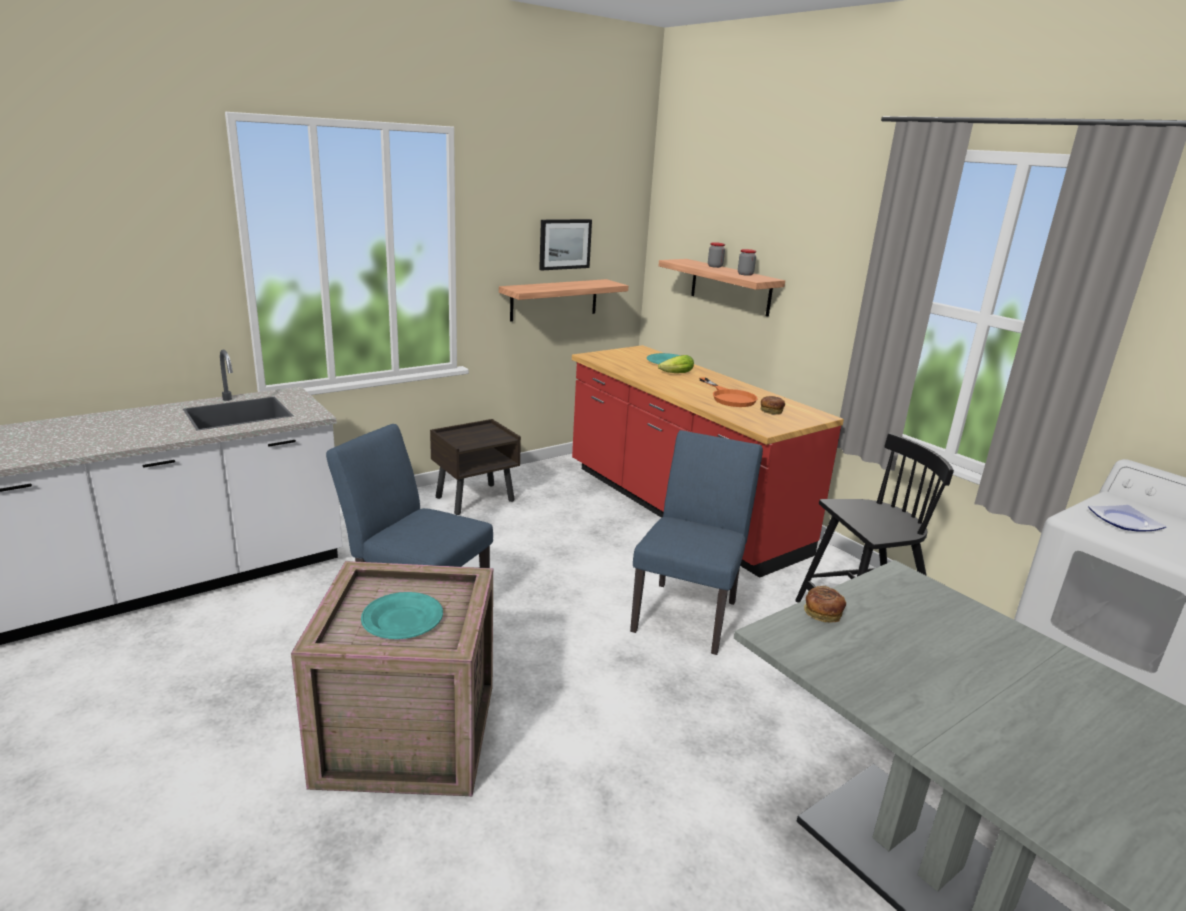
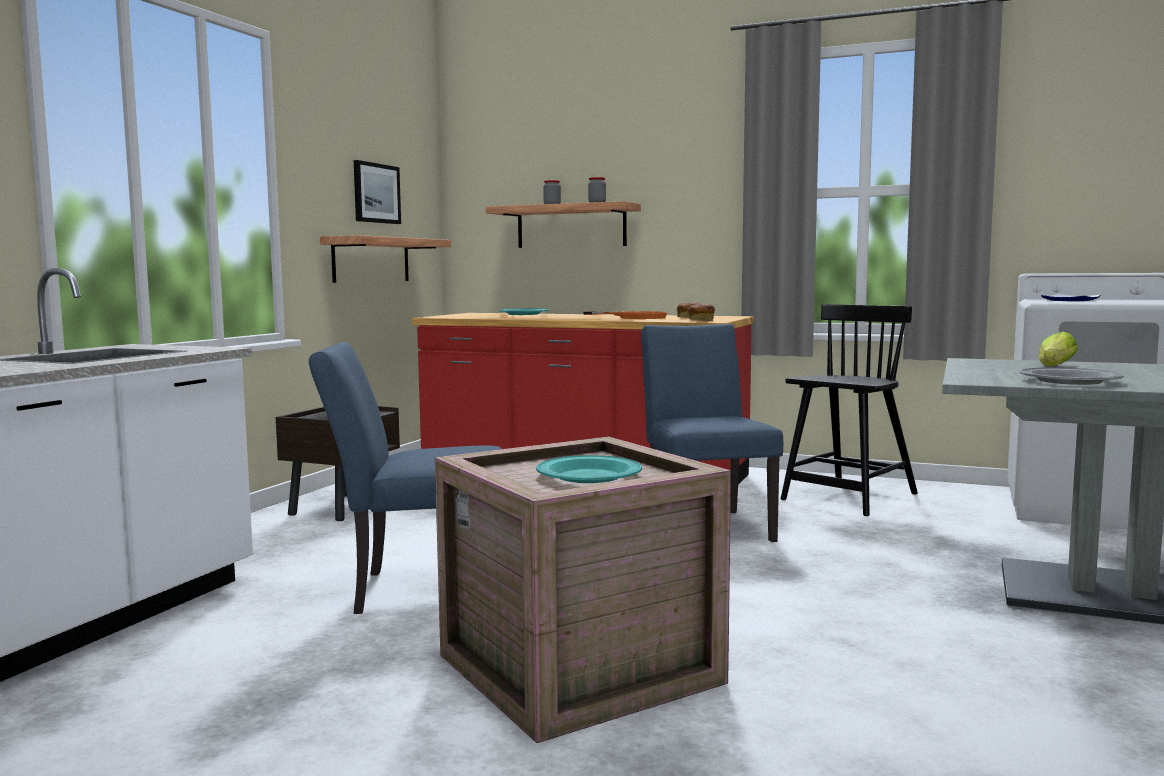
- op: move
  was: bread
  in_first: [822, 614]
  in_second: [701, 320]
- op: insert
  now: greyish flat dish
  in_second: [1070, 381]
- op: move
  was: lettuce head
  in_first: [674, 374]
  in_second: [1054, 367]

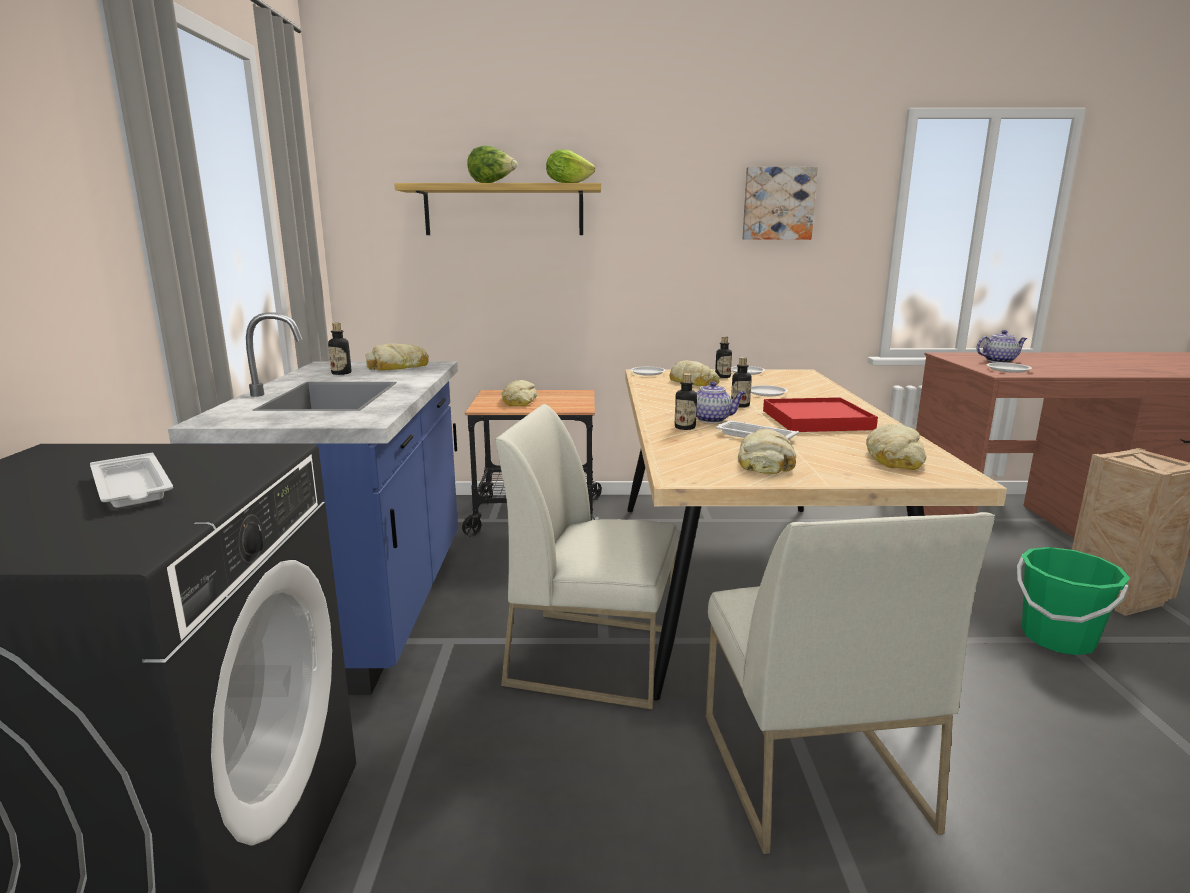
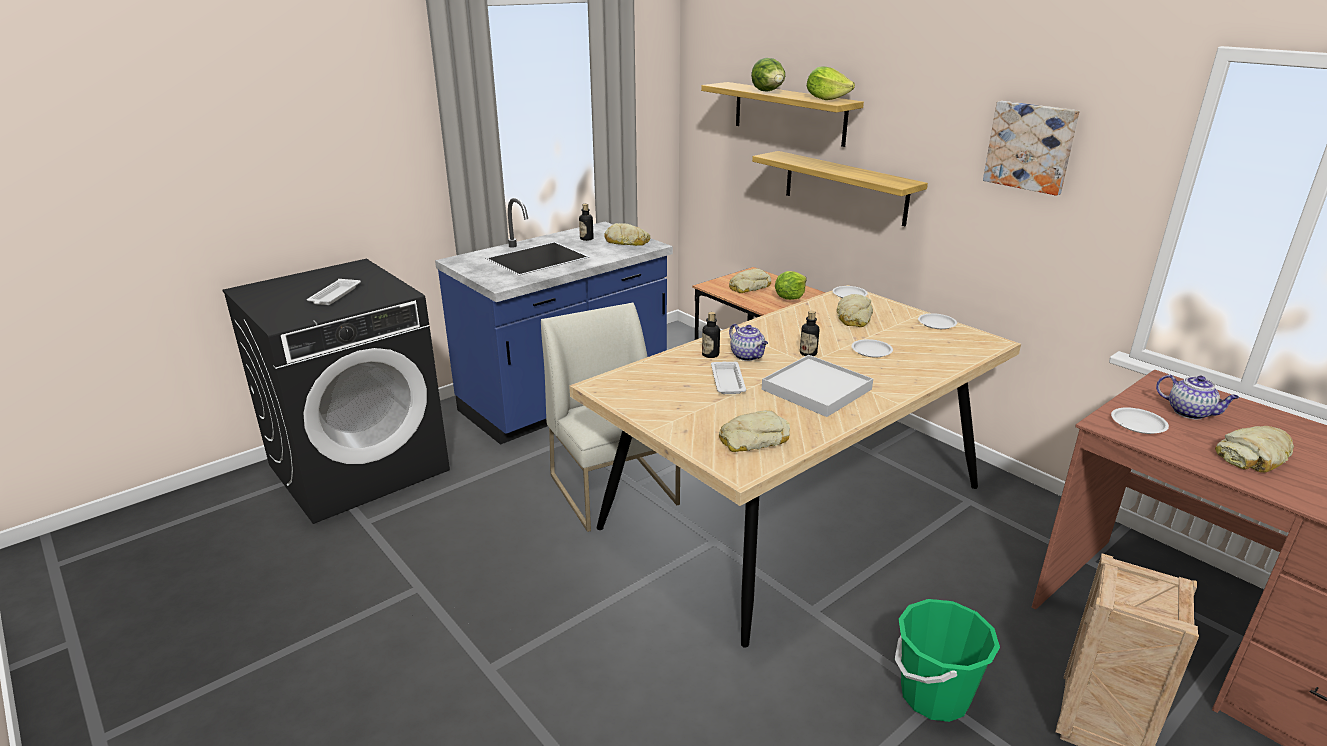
- op: insert
  now: shelf
  in_second: [845, 187]
- op: recolor
  was: reddish carrying tray
  now: white-coloured carrying tray
  in_first: [816, 420]
  in_second: [816, 389]
- op: insert
  now: lettuce head
  in_second: [790, 297]
- op: move
  was: bread
  in_first: [765, 462]
  in_second: [1254, 456]
- op: delete
  was: white-coloured chair
  in_first: [809, 768]
- op: delete
  was: bottle
  in_first: [722, 377]

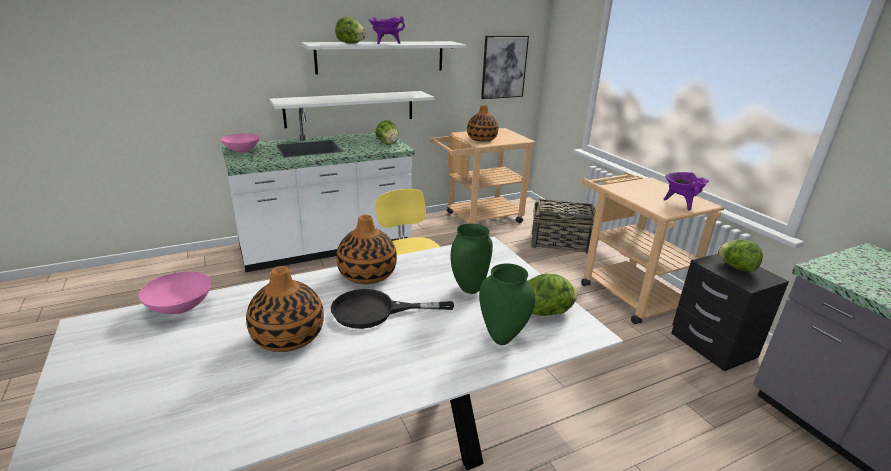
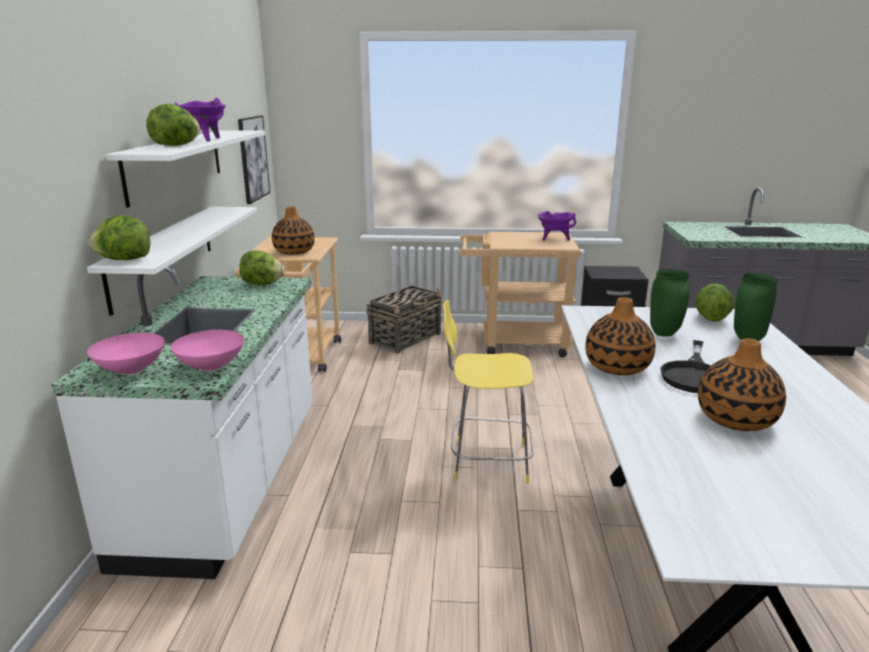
- op: move
  was: lettuce head
  in_first: [736, 267]
  in_second: [124, 260]
- op: move
  was: pink serving bowl
  in_first: [179, 308]
  in_second: [211, 366]

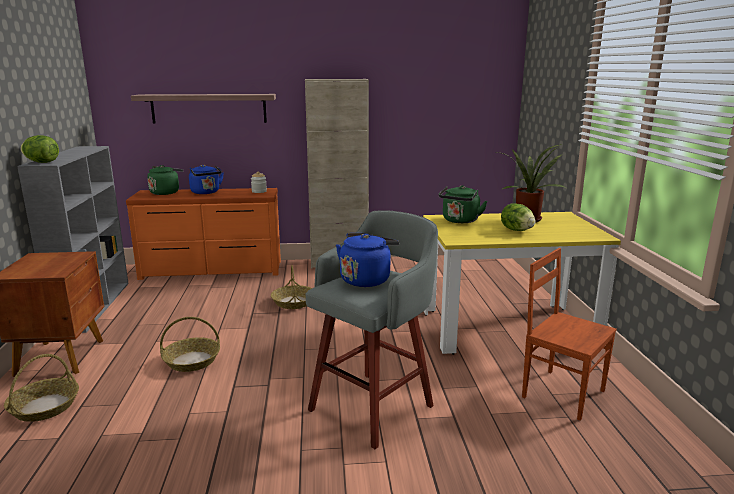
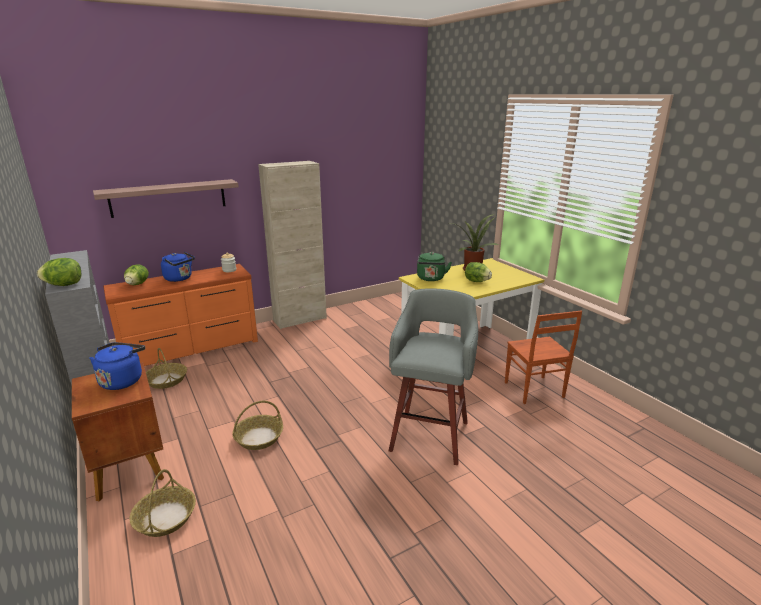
- op: move
  was: blue-coloured water kettle
  in_first: [366, 279]
  in_second: [122, 380]
- op: replace
  was: green-coloured water kettle
  now: lettuce head
  in_first: [166, 192]
  in_second: [137, 284]
- op: move
  was: storage basket
  in_first: [294, 302]
  in_second: [166, 380]
- op: rotate
  was: brown-coloured chair
  in_first: [562, 393]
  in_second: [533, 390]
  clockwise: -120

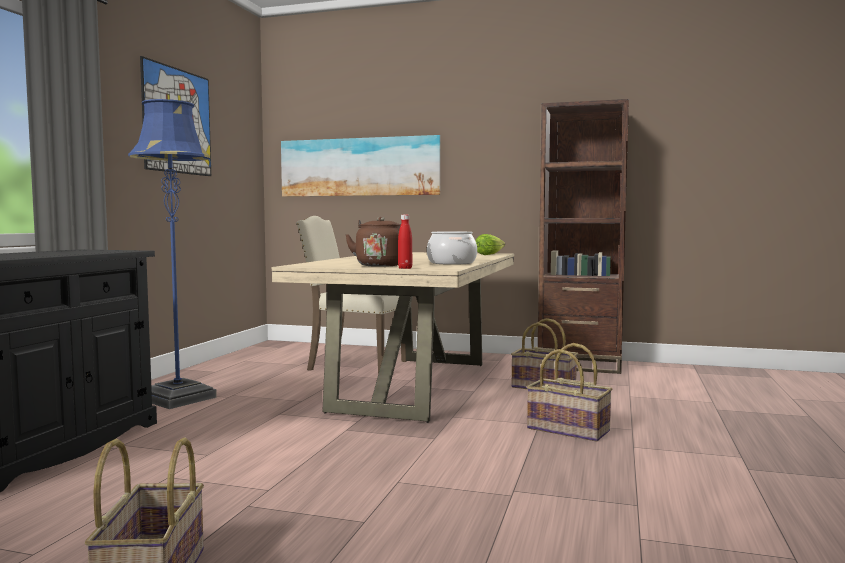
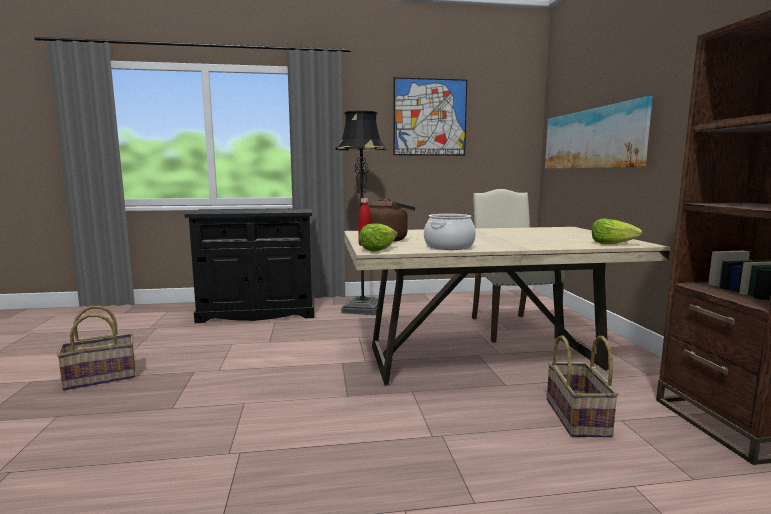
- op: recolor
  was: blue-coloured floor lamp
  now: black floor lamp
  in_first: [178, 398]
  in_second: [362, 309]
- op: insert
  now: lettuce head
  in_second: [378, 249]
- op: delete
  was: storage basket
  in_first: [569, 429]

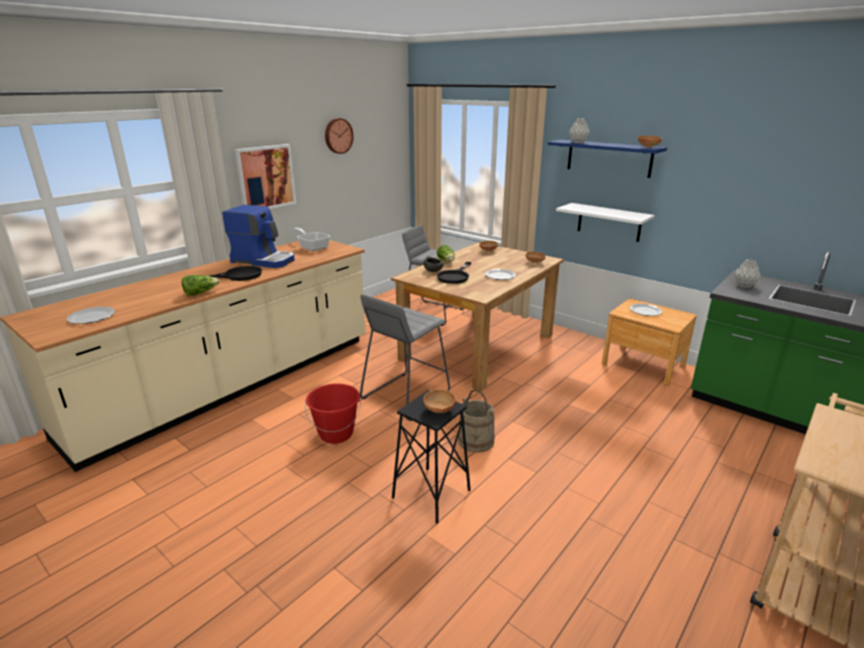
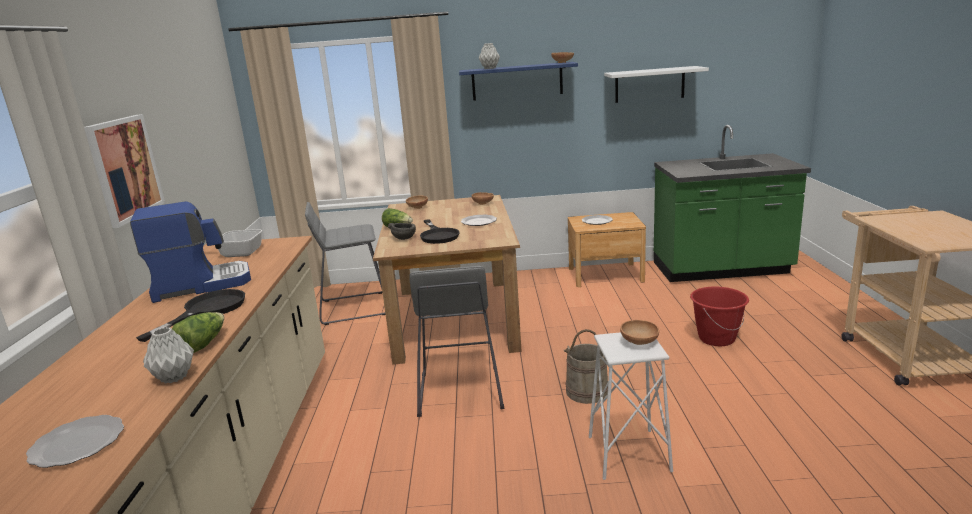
- op: move
  was: greyish decorative vase
  in_first: [743, 285]
  in_second: [173, 377]
- op: recolor
  was: black stool
  now: white-coloured stool
  in_first: [431, 494]
  in_second: [628, 454]
- op: move
  was: white-coloured shelf
  in_first: [609, 222]
  in_second: [649, 84]
- op: move
  was: reddish water bucket
  in_first: [336, 434]
  in_second: [716, 338]
- op: delete
  was: wall clock
  in_first: [338, 136]

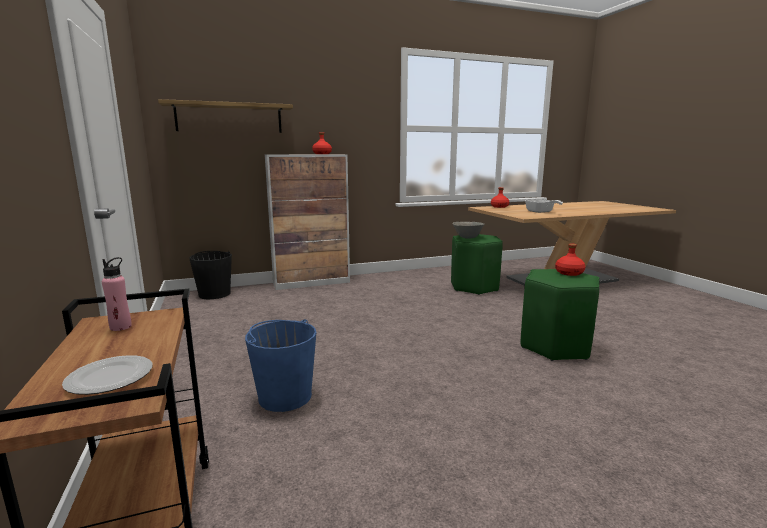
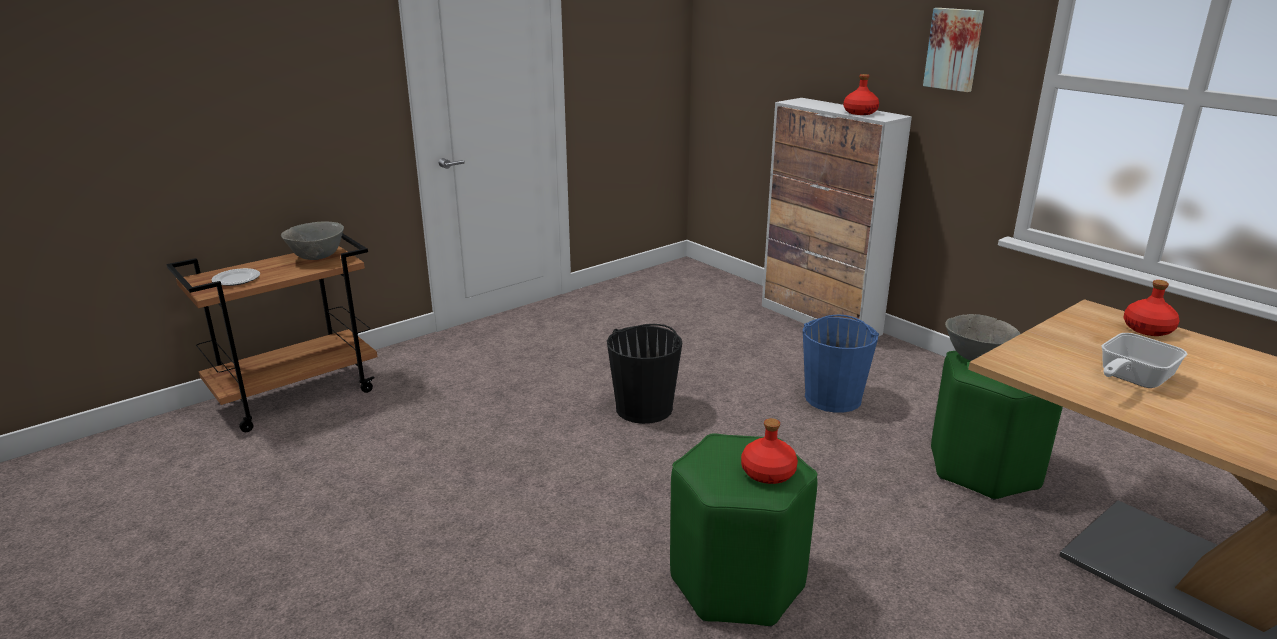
- op: replace
  was: pink bottle
  now: greyish serving bowl
  in_first: [121, 327]
  in_second: [317, 257]
- op: move
  was: black water bucket
  in_first: [214, 294]
  in_second: [644, 408]
- op: move
  was: blue-coloured water bucket
  in_first: [285, 396]
  in_second: [833, 398]
- op: insert
  now: picture
  in_second: [954, 49]
- op: delete
  was: shelf
  in_first: [229, 118]

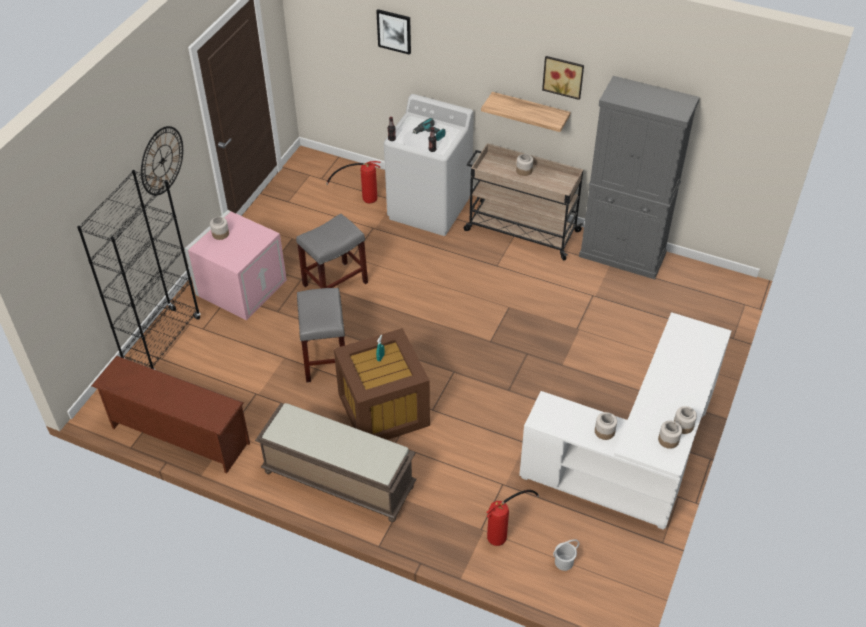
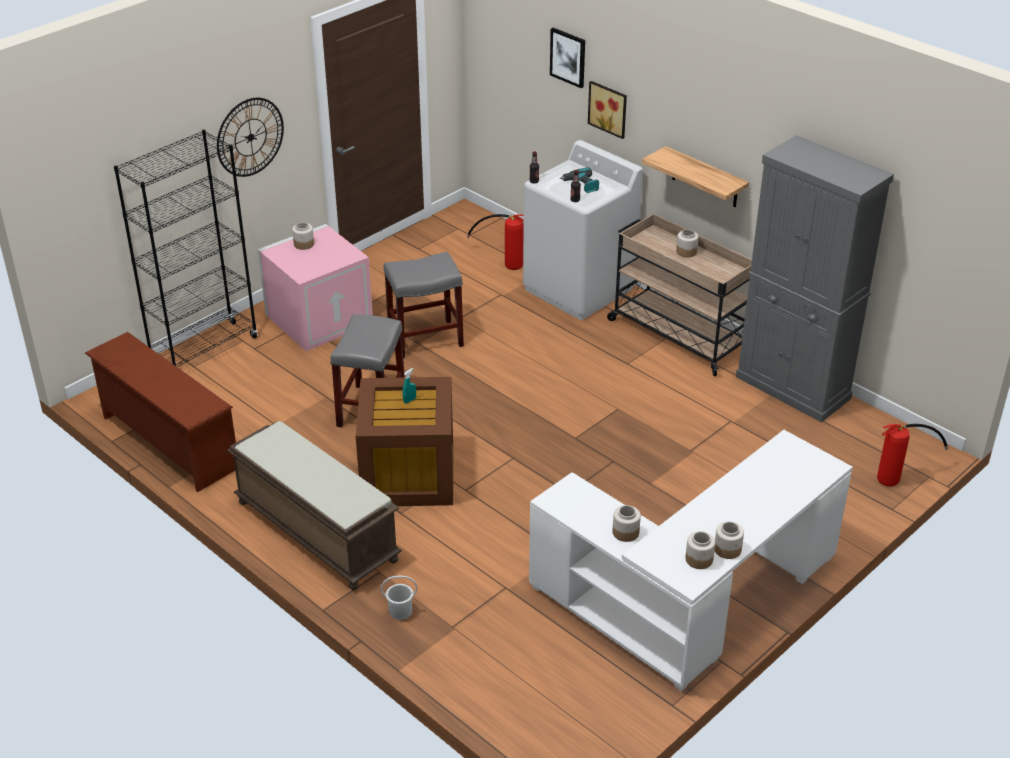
- op: move
  was: white-coloured water bucket
  in_first: [564, 562]
  in_second: [400, 611]
- op: move
  was: picture
  in_first: [563, 76]
  in_second: [609, 108]
- op: move
  was: fire-fighting cylinder
  in_first: [505, 531]
  in_second: [899, 477]

